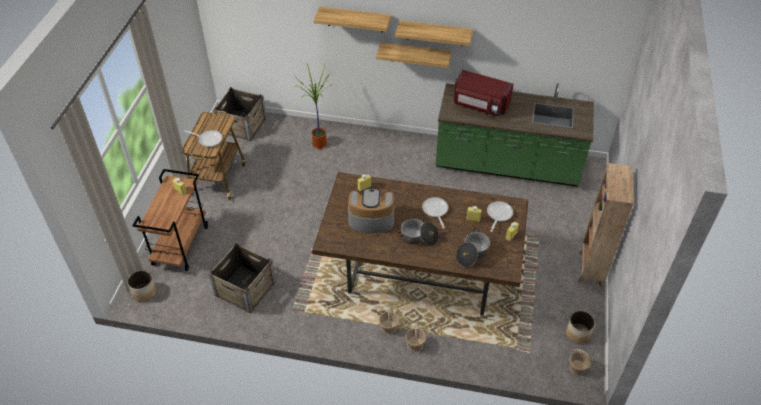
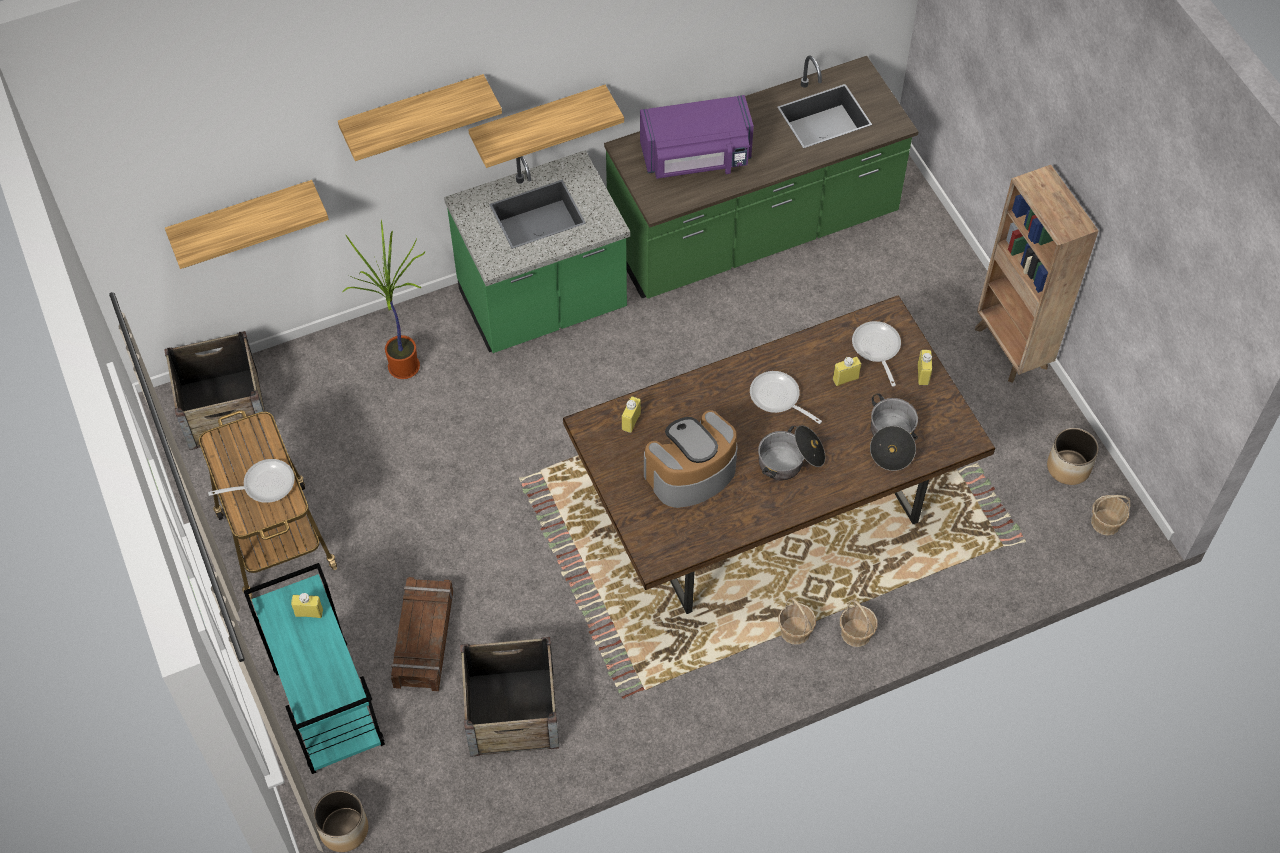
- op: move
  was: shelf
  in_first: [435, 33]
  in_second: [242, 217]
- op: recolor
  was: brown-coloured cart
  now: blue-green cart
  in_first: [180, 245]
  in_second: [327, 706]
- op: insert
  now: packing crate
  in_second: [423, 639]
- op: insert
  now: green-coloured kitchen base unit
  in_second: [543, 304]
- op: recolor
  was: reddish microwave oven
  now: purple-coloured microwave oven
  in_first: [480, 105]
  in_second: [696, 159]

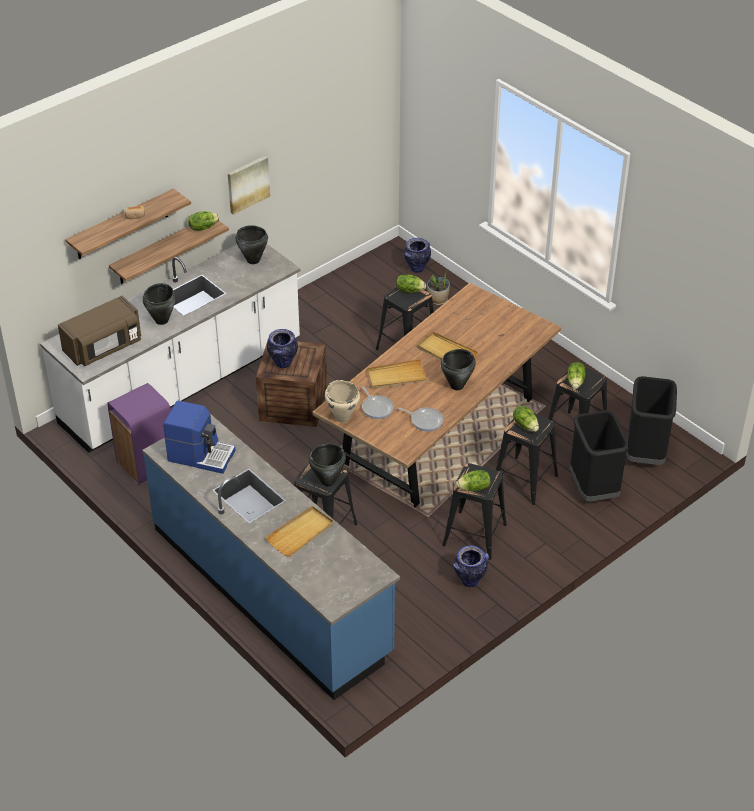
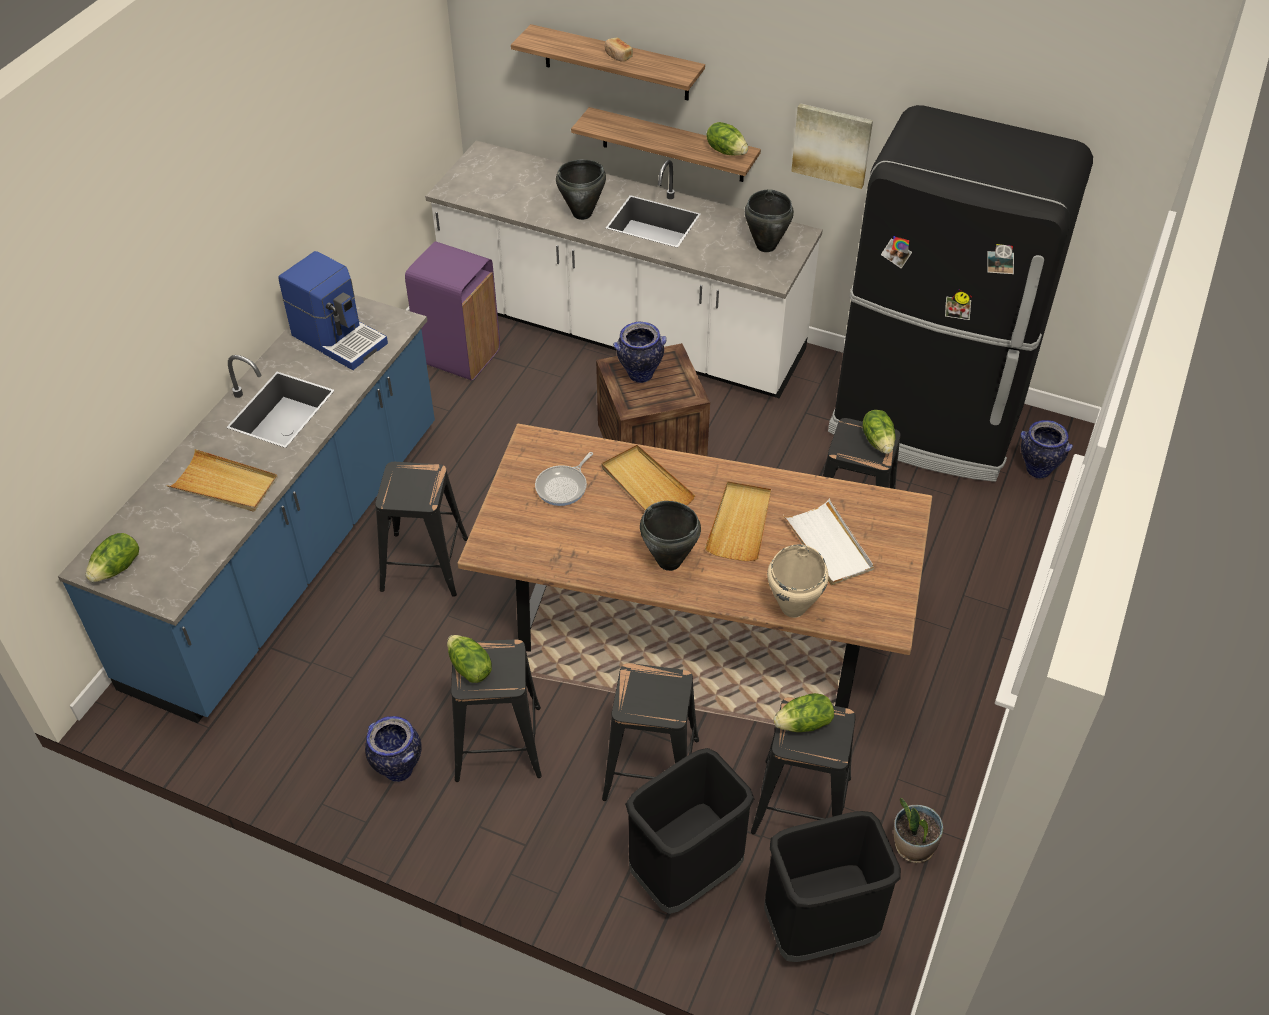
- op: move
  was: lettuce head
  in_first: [525, 425]
  in_second: [117, 568]
- op: rotate
  was: coffee brewer
  in_first: [201, 455]
  in_second: [339, 338]
  clockwise: -45
- op: move
  was: beige cooking pot
  in_first: [342, 417]
  in_second: [793, 608]
- op: insert
  now: white-coloured carrying tray
  in_second: [828, 545]
- op: insert
  now: black fridge
  in_second: [926, 423]
- op: move
  was: plant in a pot
  in_first: [438, 300]
  in_second: [913, 847]
- op: delete
  was: brown-coloured microwave oven
  in_first: [104, 347]
- op: delete
  was: black cooking pot
  in_first: [328, 481]
- op: delete
  was: skillet
  in_first: [425, 420]

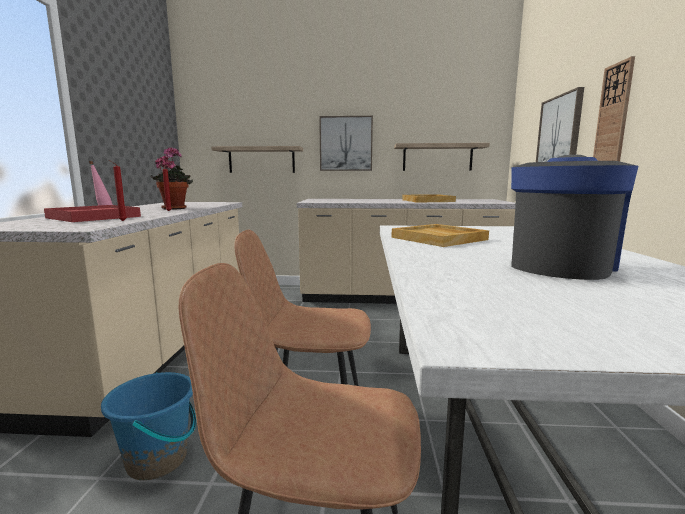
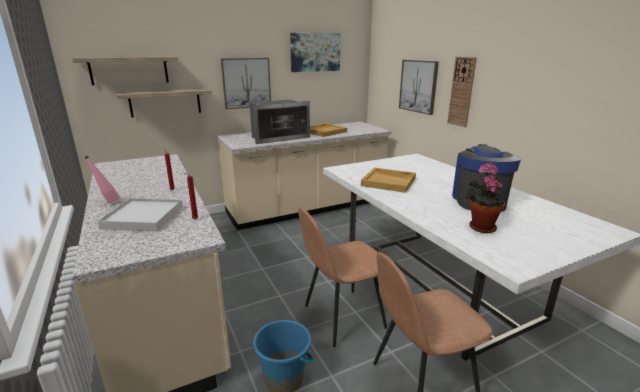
- op: move
  was: shelf
  in_first: [437, 157]
  in_second: [129, 70]
- op: recolor
  was: reddish carrying tray
  now: white-coloured carrying tray
  in_first: [93, 217]
  in_second: [143, 217]
- op: insert
  now: microwave oven
  in_second: [278, 137]
- op: insert
  now: picture
  in_second: [315, 52]
- op: move
  was: plant in a pot
  in_first: [175, 208]
  in_second: [480, 227]

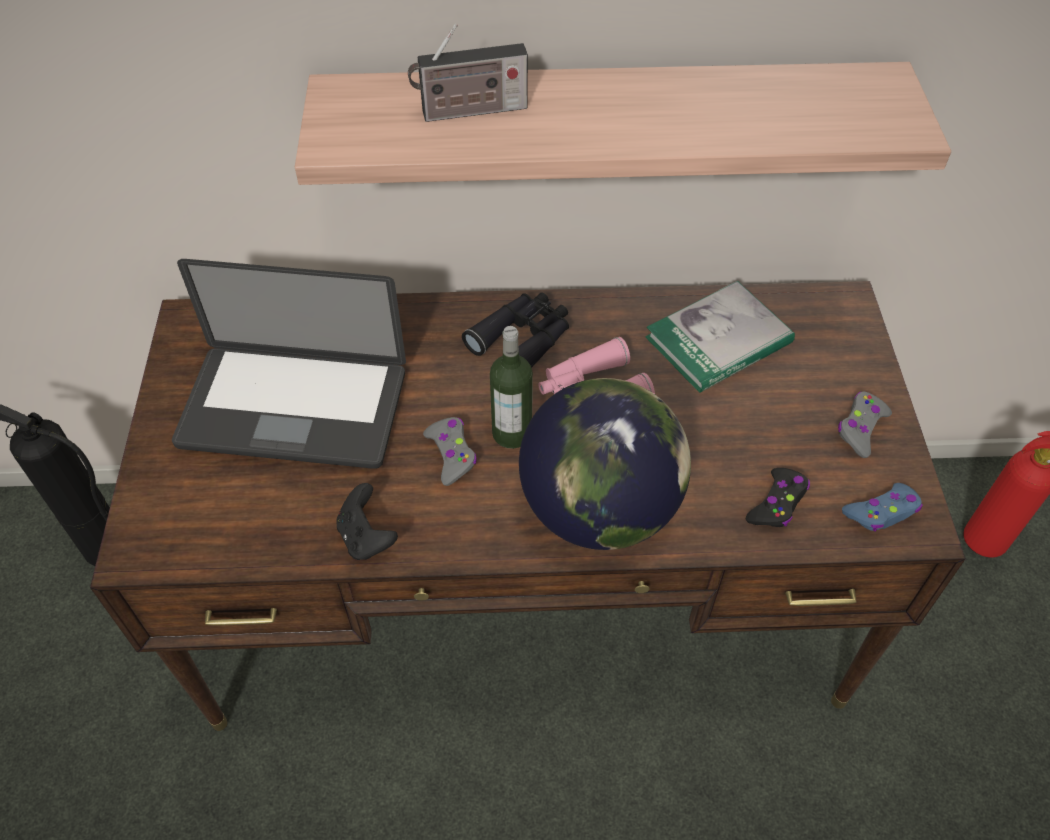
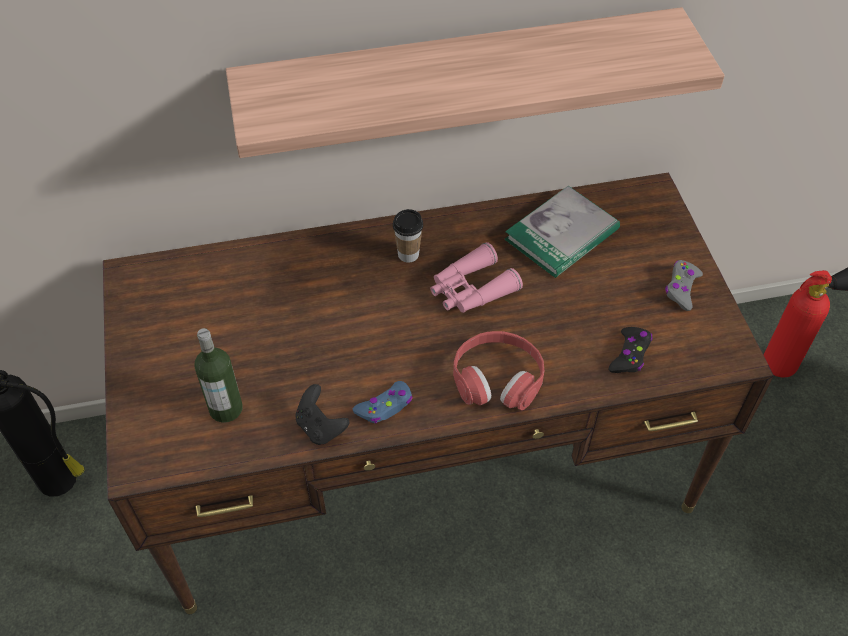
- op: move
  was: bottle
  in_first: [512, 433]
  in_second: [226, 408]
- op: move
  was: blue-coloured gamepad
  in_first: [882, 512]
  in_second: [385, 407]
- op: replace
  was: black binoculars
  now: small cup
  in_first: [522, 340]
  in_second: [408, 254]
- op: replace
  was: globe
  now: reddish headset
  in_first: [600, 509]
  in_second: [497, 378]
- op: delete
  was: laptop
  in_first: [294, 409]
- op: delete
  was: radio
  in_first: [469, 111]
- op: delete
  was: greyish gamepad
  in_first: [451, 454]

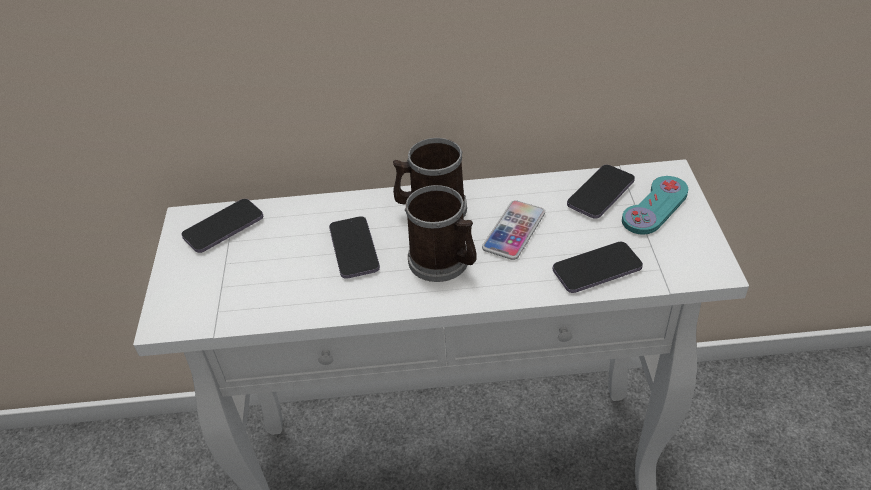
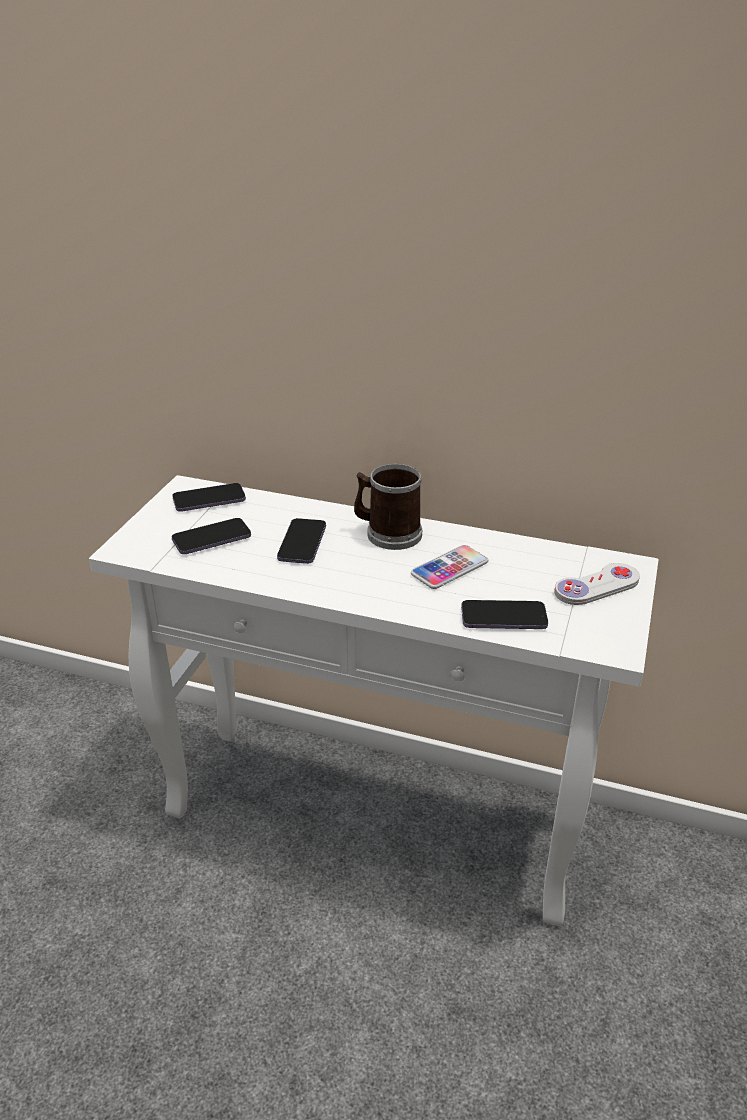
- op: move
  was: handset
  in_first: [600, 193]
  in_second: [211, 539]
- op: recolor
  was: blue-green gamepad
  now: white-coloured gamepad
  in_first: [655, 207]
  in_second: [596, 586]
- op: delete
  was: mug
  in_first: [444, 262]

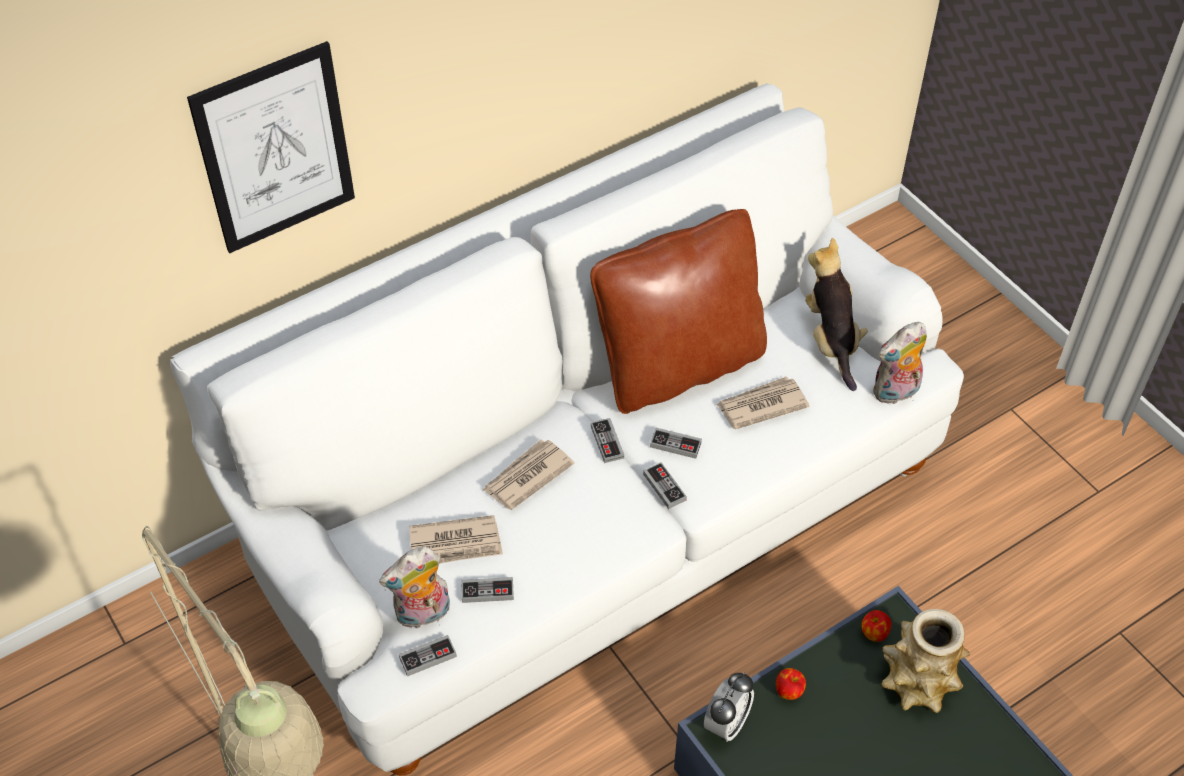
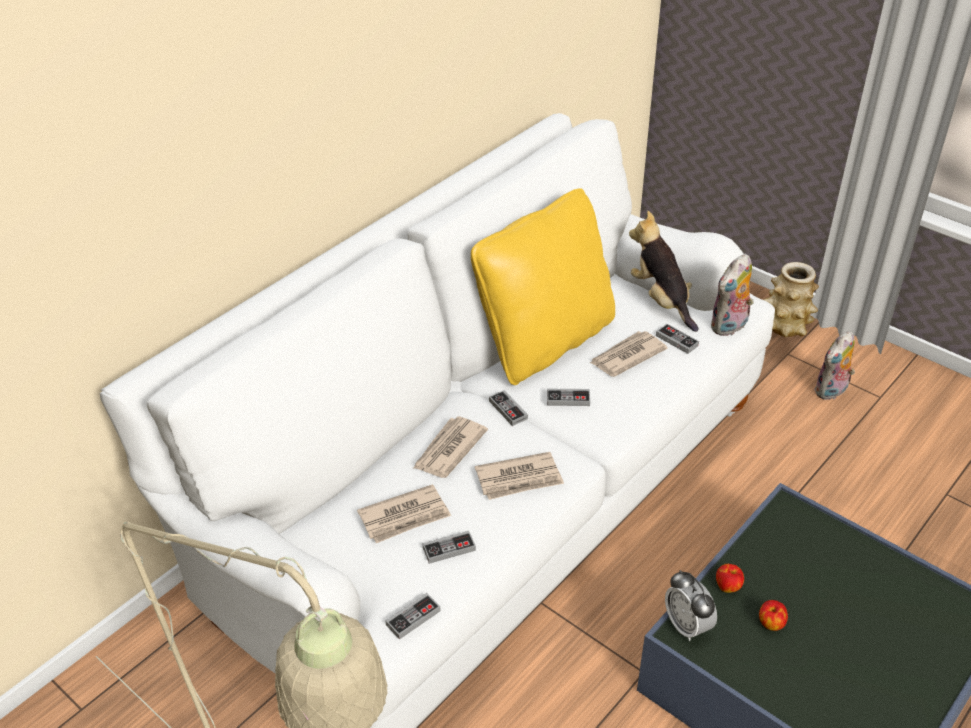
- op: recolor
  was: brown-coloured pillow
  now: yellow pillow
  in_first: [678, 365]
  in_second: [545, 342]
- op: insert
  now: printed paper
  in_second: [519, 479]
- op: move
  was: gamepad
  in_first: [664, 487]
  in_second: [677, 340]
- op: rotate
  was: table clock
  in_first: [726, 723]
  in_second: [687, 625]
  clockwise: 135
- op: move
  was: apple fruit
  in_first: [874, 633]
  in_second: [770, 624]
- op: move
  was: decorative vase
  in_first: [917, 683]
  in_second: [785, 326]
- op: move
  was: cuddly toy
  in_first: [422, 614]
  in_second: [831, 392]
- op: delete
  was: picture
  in_first: [275, 149]

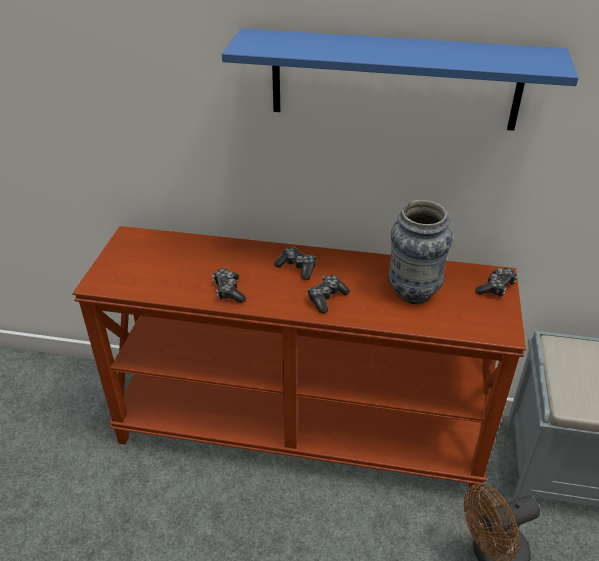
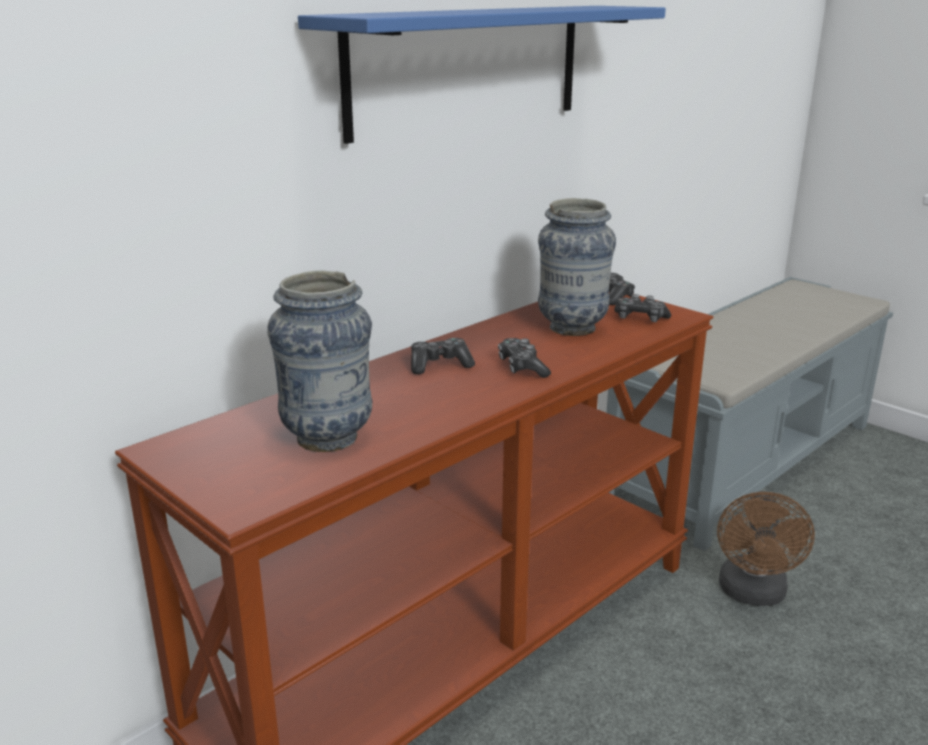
- op: insert
  now: decorative vase
  in_second: [327, 438]
- op: move
  was: gamepad
  in_first: [228, 291]
  in_second: [640, 319]

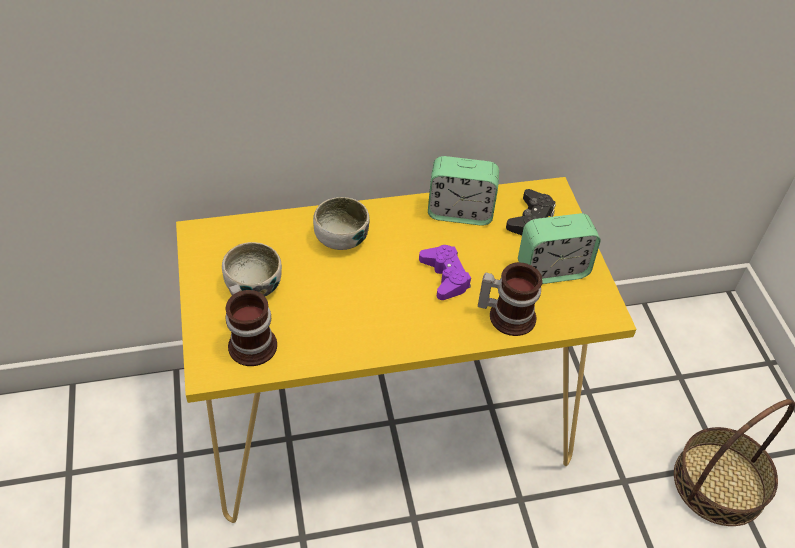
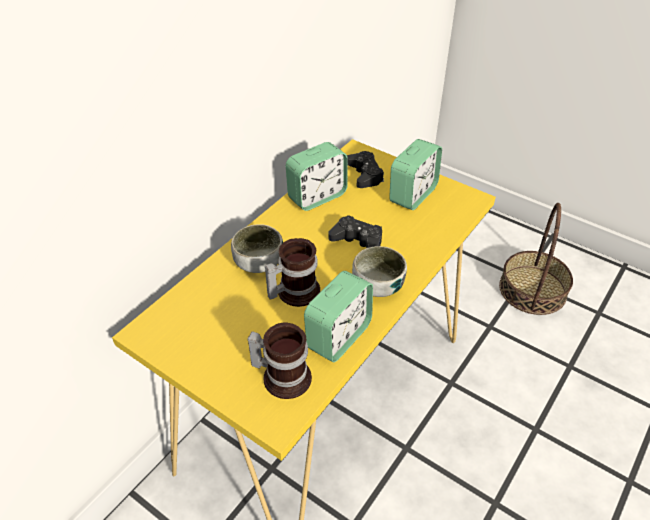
- op: move
  was: mug
  in_first: [507, 314]
  in_second: [293, 291]
- op: insert
  now: table clock
  in_second: [338, 336]
- op: recolor
  was: purple-coloured gamepad
  now: black gamepad
  in_first: [445, 276]
  in_second: [357, 240]
- op: move
  was: serving bowl
  in_first: [254, 284]
  in_second: [378, 285]

